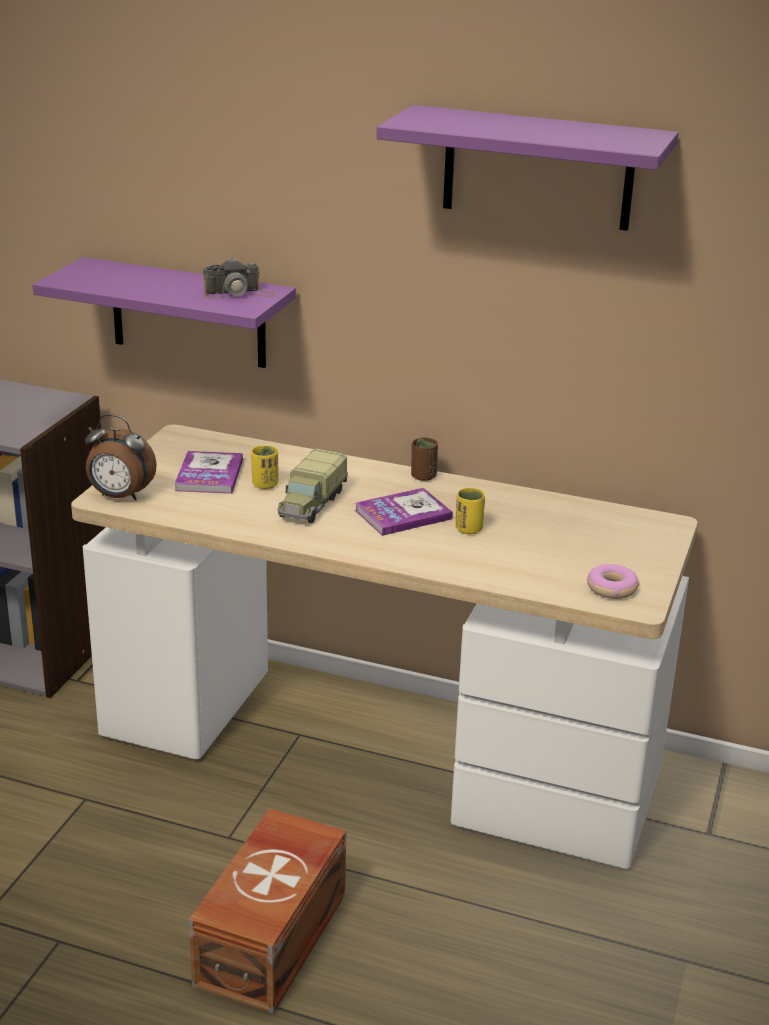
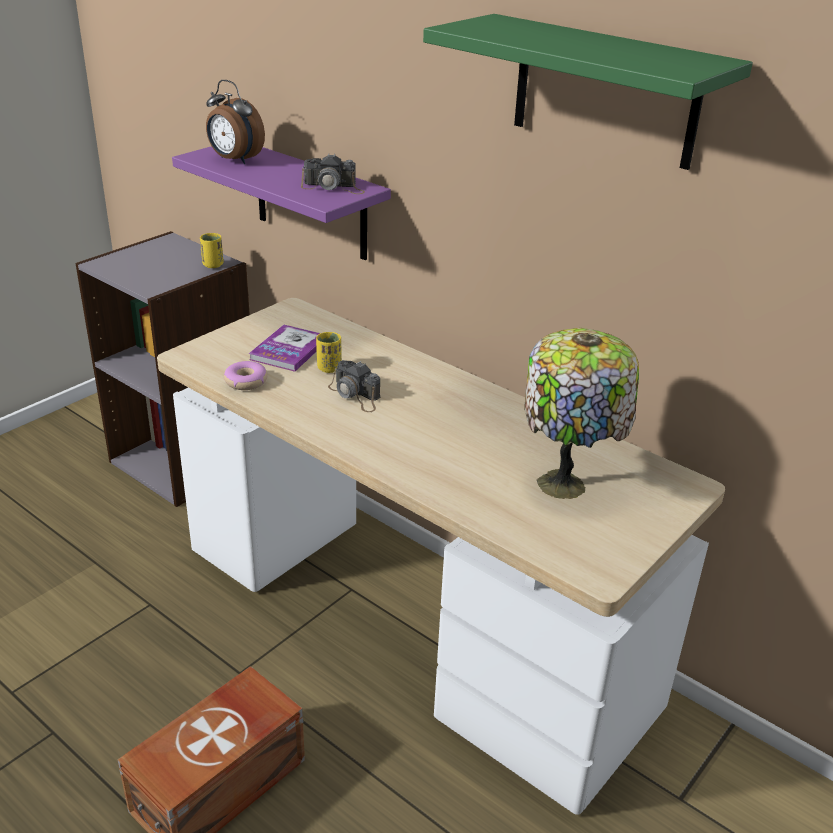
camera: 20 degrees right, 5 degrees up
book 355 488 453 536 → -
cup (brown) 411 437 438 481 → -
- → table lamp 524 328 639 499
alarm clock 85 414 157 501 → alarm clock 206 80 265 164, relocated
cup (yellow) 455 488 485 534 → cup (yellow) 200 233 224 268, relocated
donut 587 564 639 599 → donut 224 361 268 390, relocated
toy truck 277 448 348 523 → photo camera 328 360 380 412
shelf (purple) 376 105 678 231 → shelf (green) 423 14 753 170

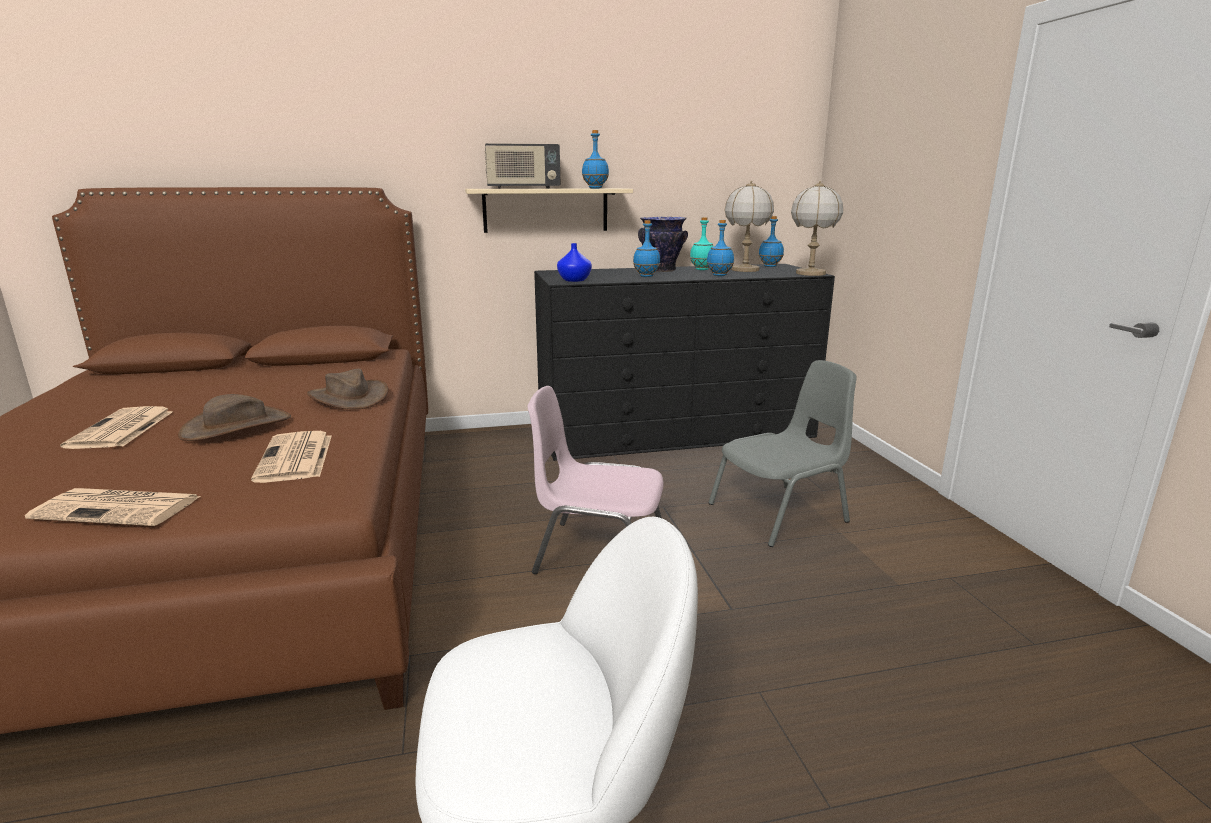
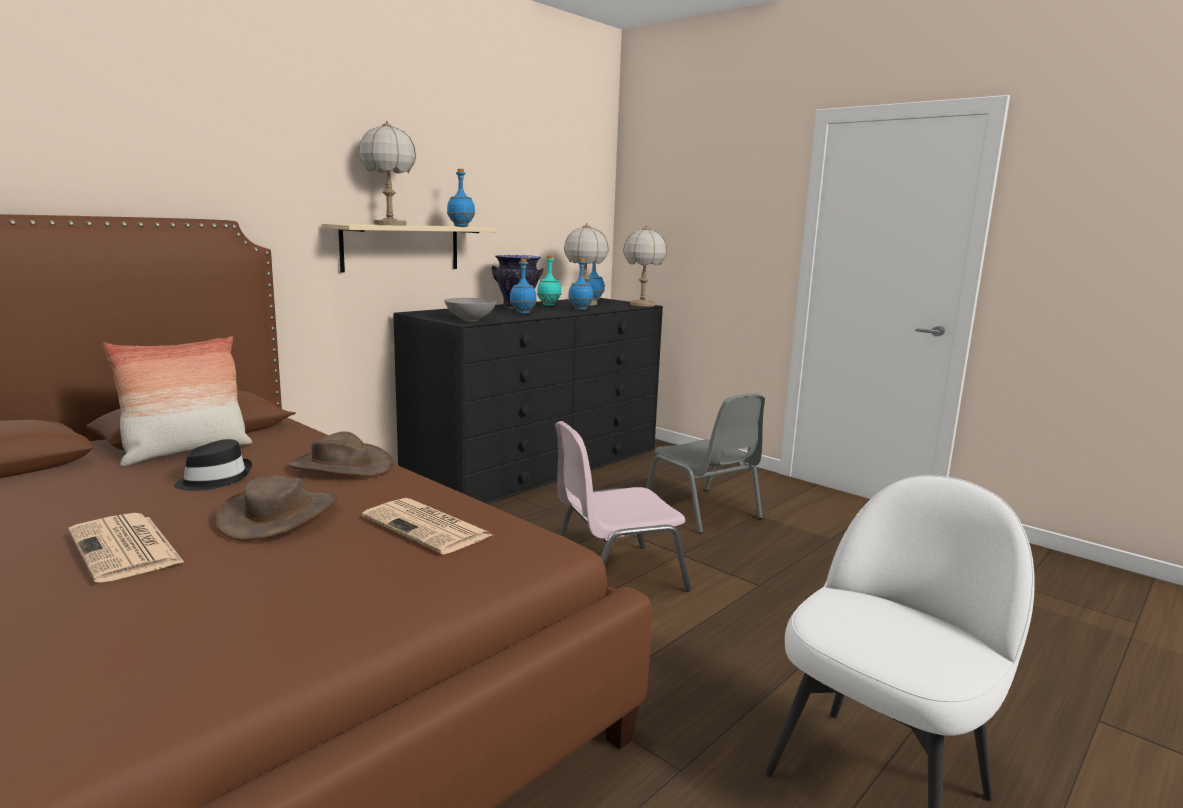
camera: 35 degrees left, 5 degrees down
newspaper 25 488 202 526 → -
- → pillow 103 336 252 466
- → hat (black) 174 439 252 491
radio 485 143 560 189 → table lamp 358 121 416 225
vase (blue) 557 243 592 282 → bowl (grey) 444 298 496 321
chair (grey) 709 360 857 547 → chair (grey) 646 393 765 533, 120 degrees clockwise

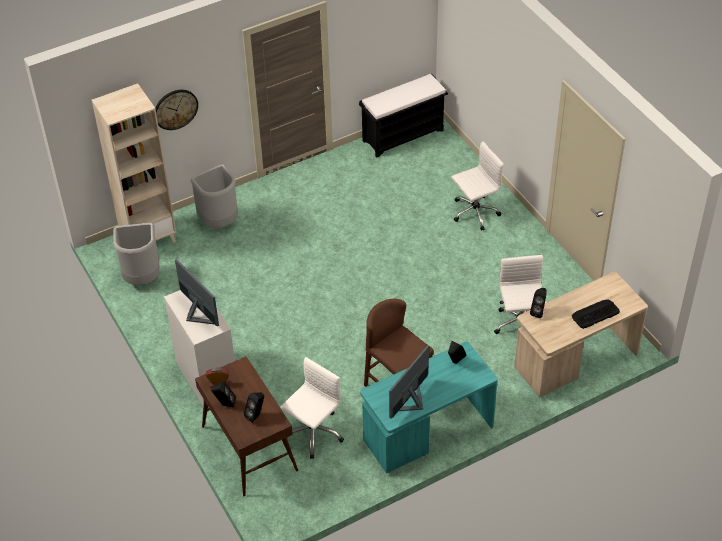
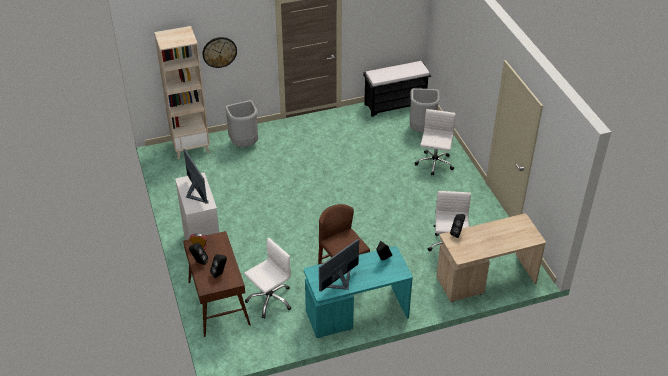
camera: 10 degrees right, 5 degrees down
keyboard 572 299 620 329 → -
trash can (grey) 113 223 160 285 → trash can (grey) 410 88 440 133, relocated
office chair (white) 451 141 504 231 → office chair (white) 415 109 456 176, 60 degrees counterclockwise

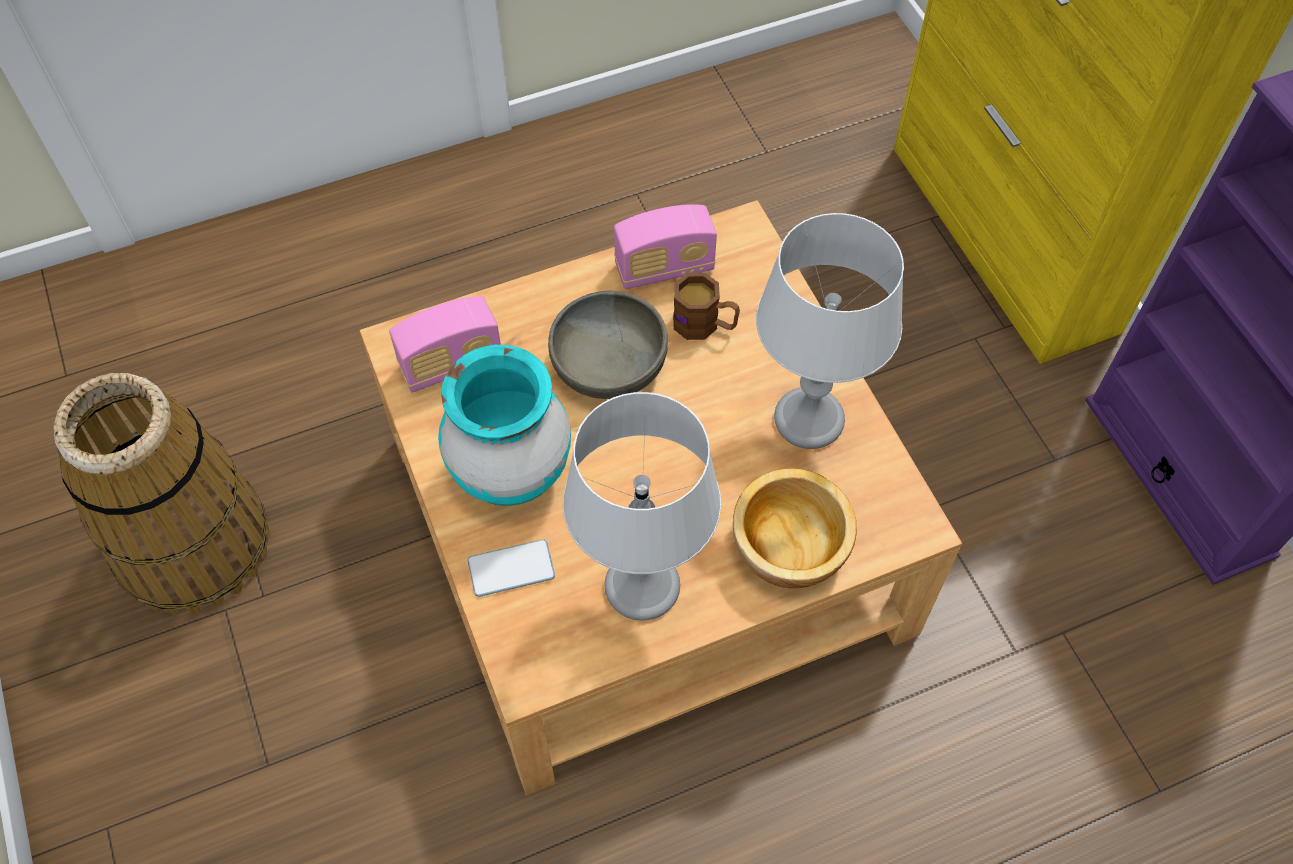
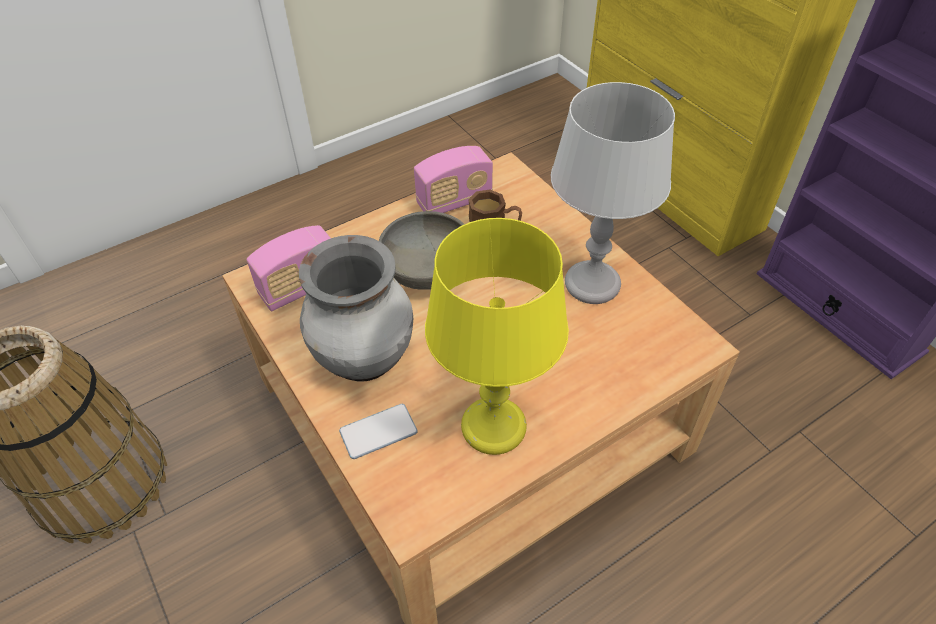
camera: 10 degrees left, 10 degrees down
bowl 733 468 857 588 → -
vase (turquoise) 438 345 571 506 → vase (grey) 299 235 413 381
table lamp (grey) 563 392 721 621 → table lamp (yellow) 425 218 569 455

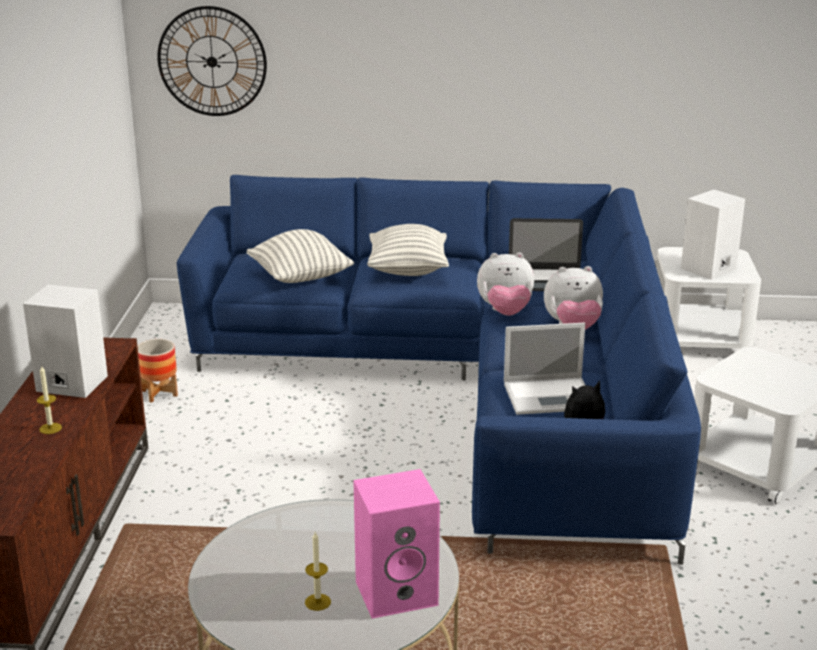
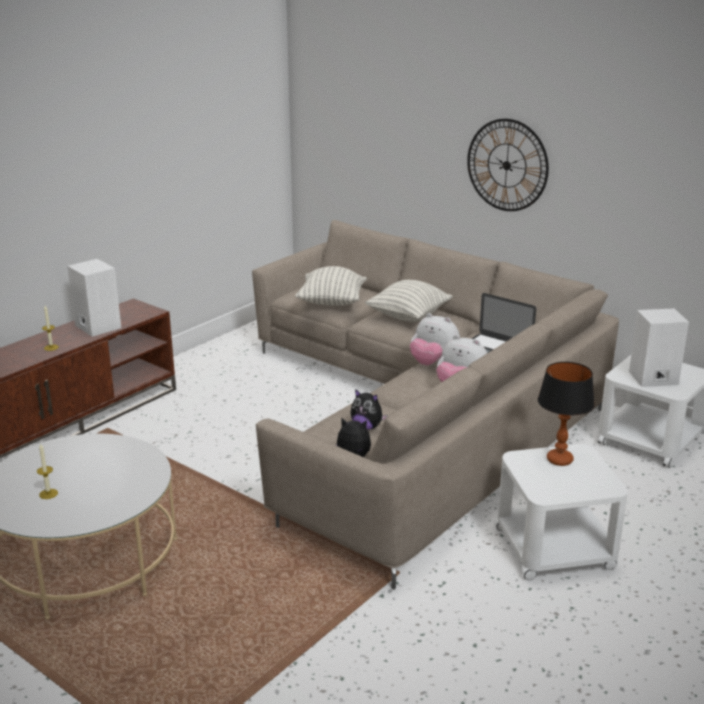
camera: 35 degrees right, 0 degrees up
planter 137 339 178 403 → -
speaker (pink) 353 469 440 619 → -
- → table lamp 538 362 595 466
wall clock 157 6 267 116 → wall clock 467 119 549 211, relocated
laptop 504 323 586 415 → plush toy 350 389 388 430
sofa (blue) 177 175 701 565 → sofa (beige) 252 220 619 590

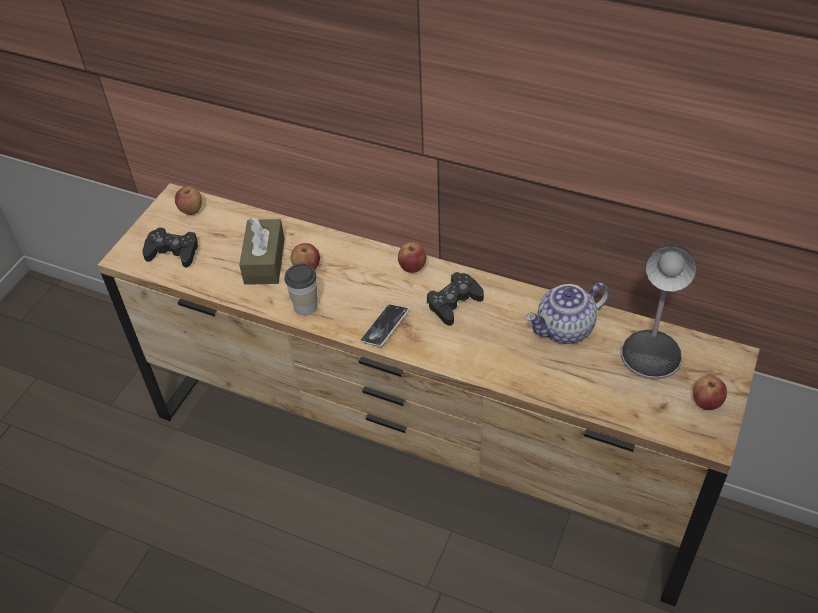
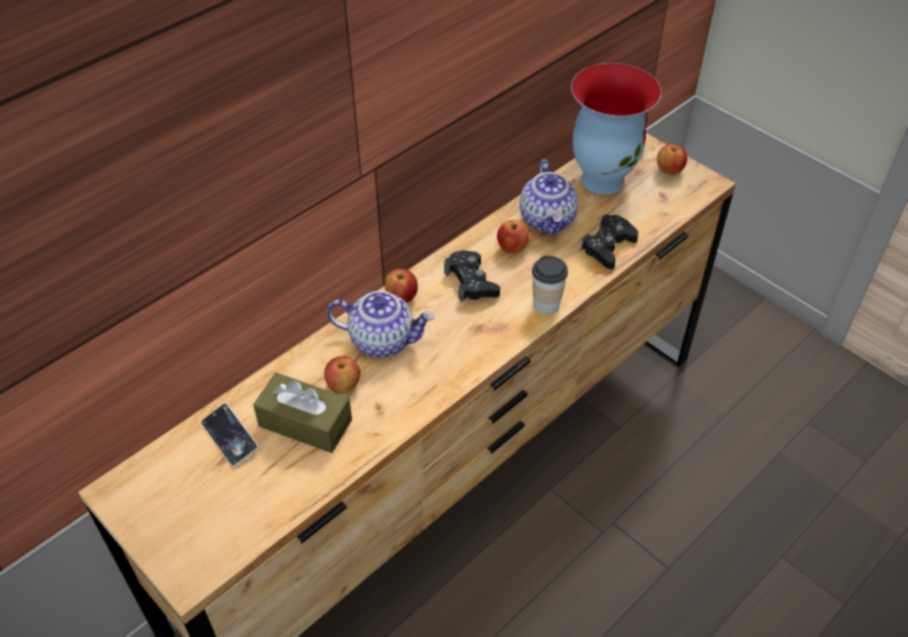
camera: 70 degrees left, 0 degrees up
- → teapot 327 291 435 357
game controller (black) 142 227 198 268 → game controller (black) 581 214 638 269, relocated
apple 175 186 202 215 → apple 497 220 529 253, relocated
cup 285 263 317 315 → cup 532 256 568 314, relocated
phone 360 304 409 347 → phone 201 403 259 467, relocated
table lamp 621 243 696 380 → vase 571 63 661 194

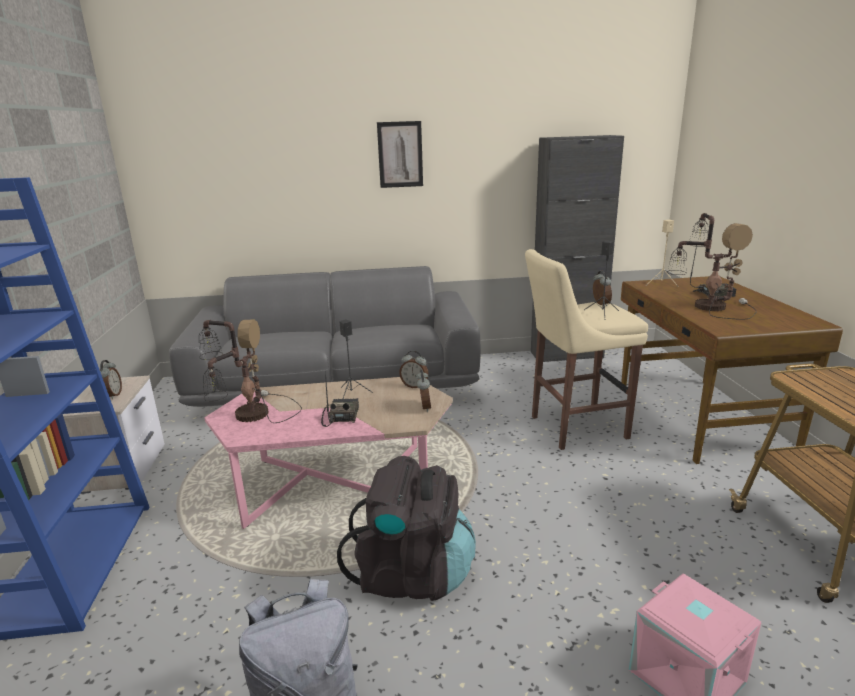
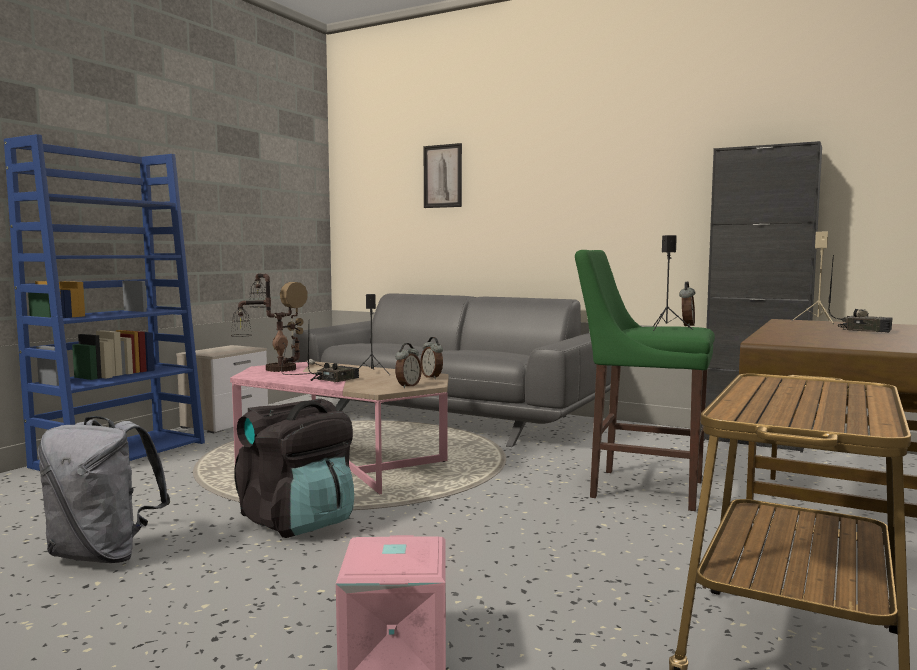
camera: 35 degrees right, 15 degrees down
alarm clock 99 360 122 399 → -
table lamp 667 213 756 319 → -
picture 377 121 423 188 → picture 424 143 462 208, relocated
stool (beige) 525 249 648 450 → stool (green) 575 250 715 511

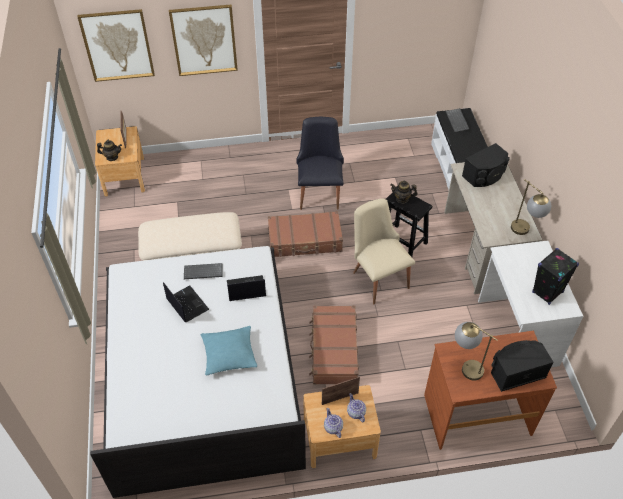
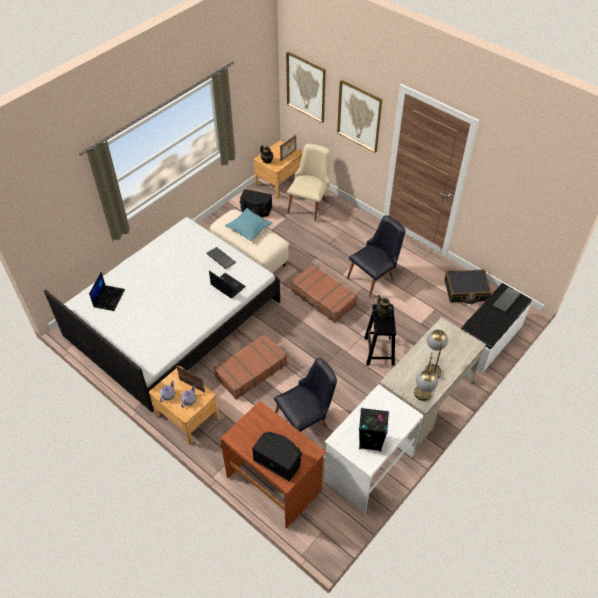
camera: 50 degrees right, 0 degrees up
- → chair (black) 274 358 337 432
- → suitcase (black) 445 270 492 304
laptop 163 282 209 322 → laptop 89 272 125 311, relocated
pillow (turquoise) 201 326 257 376 → pillow (turquoise) 225 208 273 241, relocated
chair (beige) 353 198 415 304 → chair (beige) 287 144 330 221, relocated
table lamp 455 322 498 380 → table lamp 425 329 448 378, relocated
speaker (black) 462 143 510 187 → speaker (black) 240 189 272 217, relocated

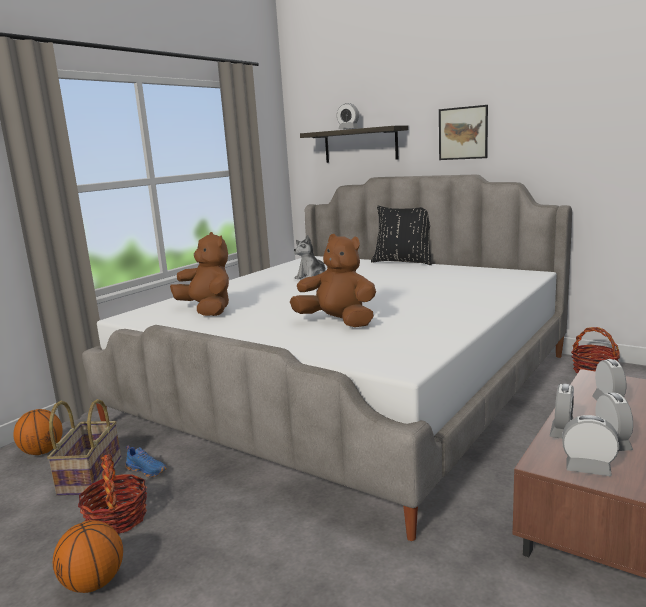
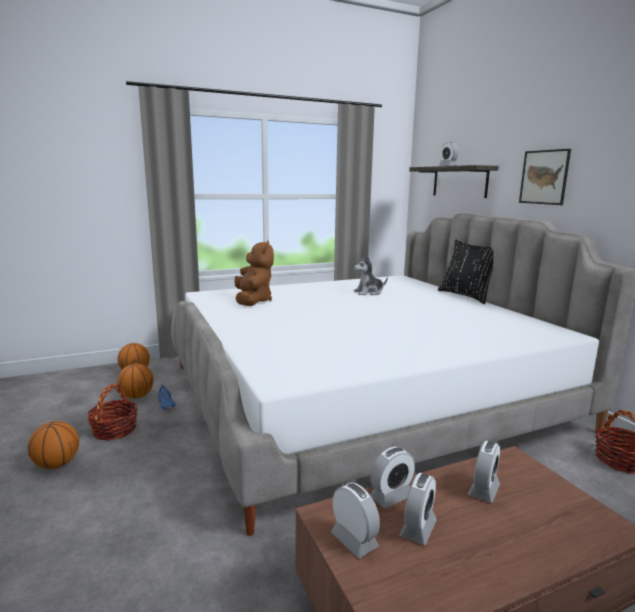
camera: 30 degrees right, 0 degrees up
plush toy (brown) 290 234 376 327 → -
basket 47 399 121 496 → basketball 117 363 154 399

